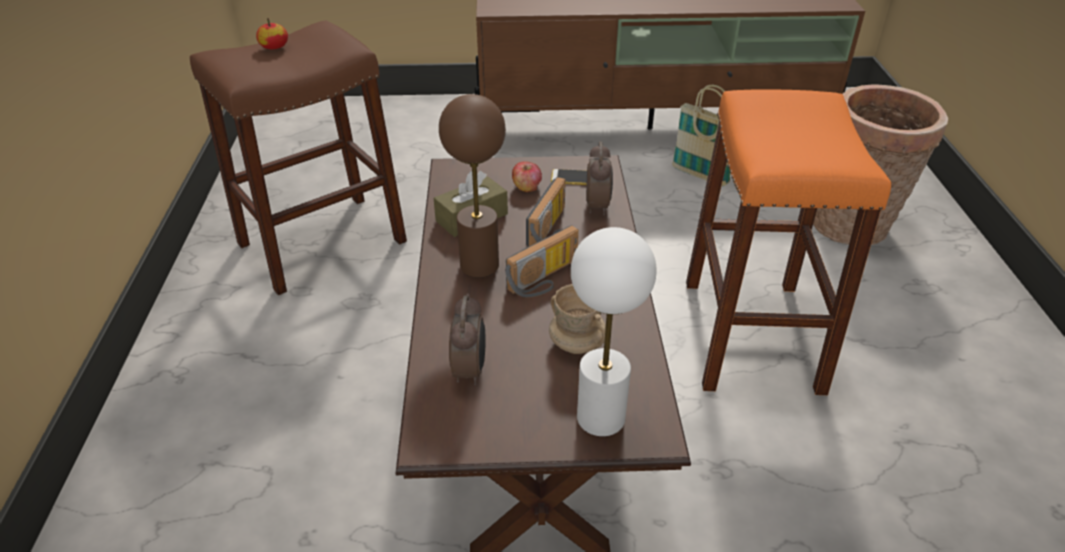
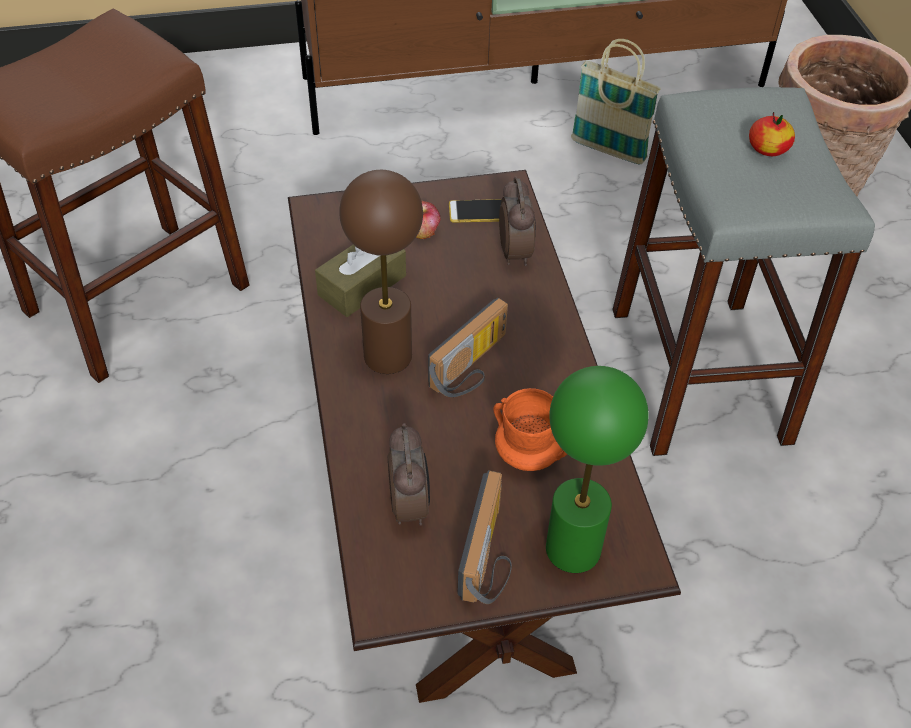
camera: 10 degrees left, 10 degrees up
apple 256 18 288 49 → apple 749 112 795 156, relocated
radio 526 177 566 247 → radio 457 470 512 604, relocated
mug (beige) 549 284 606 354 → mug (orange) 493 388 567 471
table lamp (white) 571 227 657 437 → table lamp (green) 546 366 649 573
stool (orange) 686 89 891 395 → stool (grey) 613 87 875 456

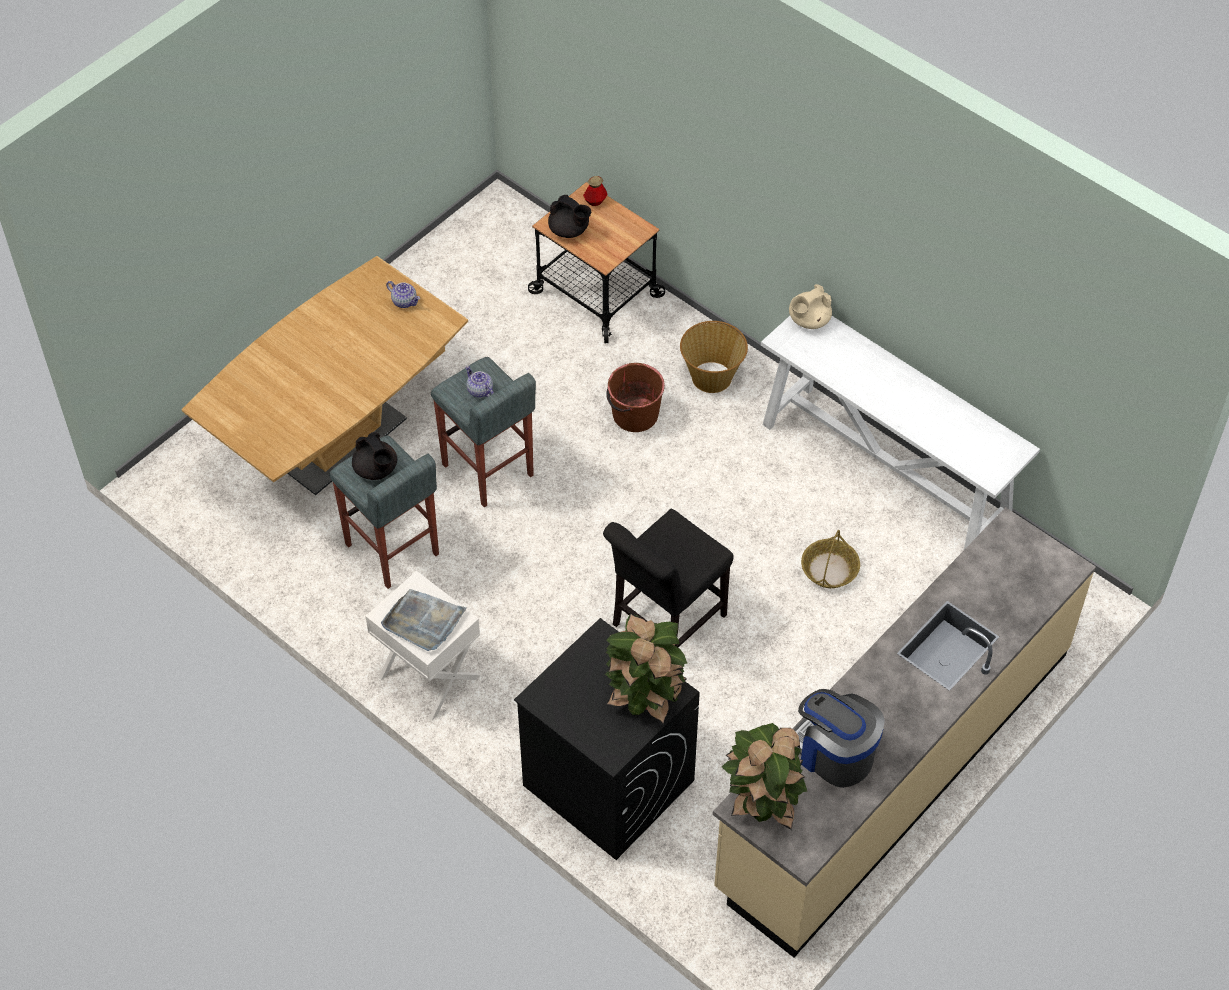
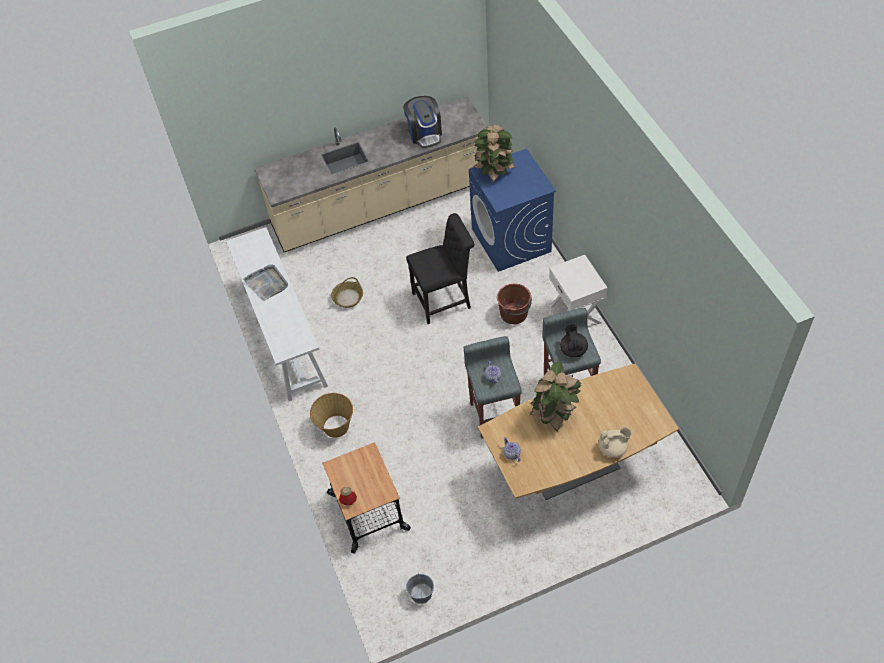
camera: 150 degrees left, 0 degrees up
teapot (black) 548 195 591 238 → -
- → bucket (grey) 406 573 434 604
tray (grey) 381 589 467 651 → tray (grey) 243 264 288 301, relocated
bucket (brown) 606 363 665 432 → bucket (brown) 497 283 532 324, relocated
potted plant 722 723 808 830 → potted plant 530 361 581 431, relocated
teapot (beige) 789 284 832 329 → teapot (beige) 598 427 632 458, relocated
washing machine (black) 514 618 700 860 → washing machine (blue) 469 149 556 272

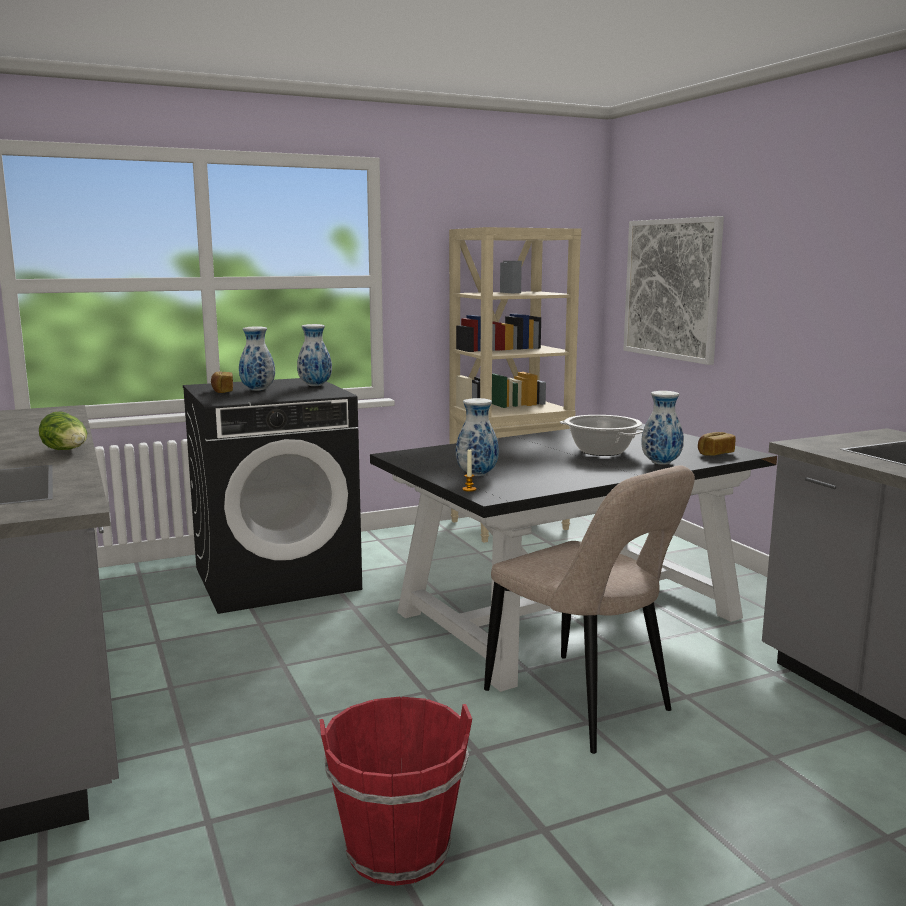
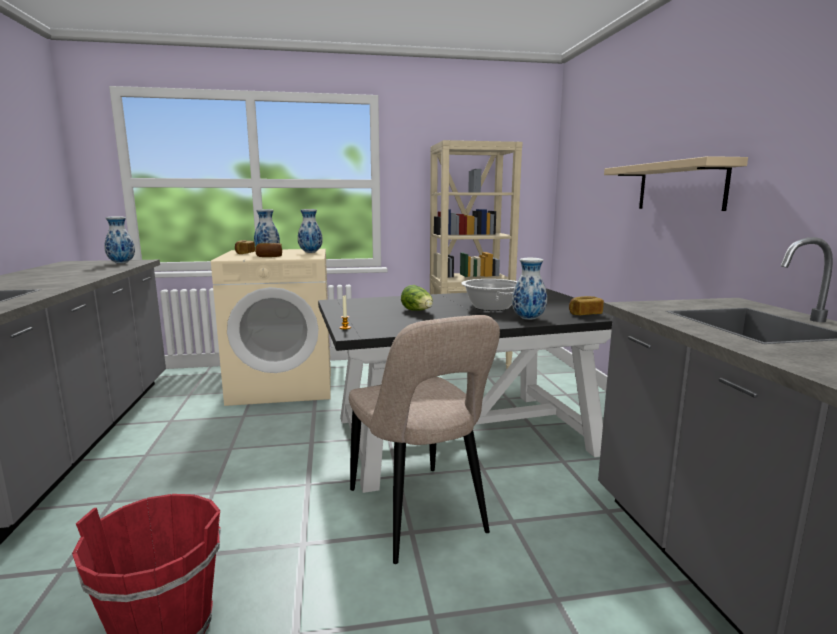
camera: 15 degrees right, 0 degrees up
picture 623 216 724 365 → -
- → bread 255 243 282 257
- → shelf (beige) 604 156 748 211
lettuce 39 411 87 450 → lettuce 401 285 433 311, relocated
vase 456 398 499 476 → vase 104 216 135 264, relocated
washing machine (black) 183 378 362 614 → washing machine (beige) 211 249 331 406

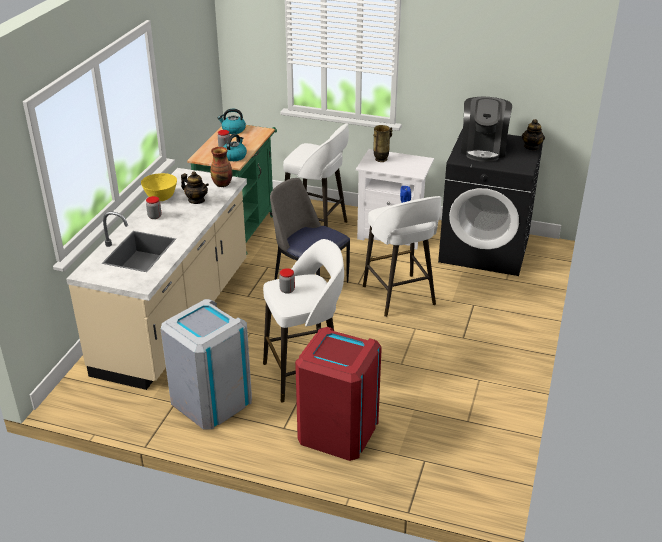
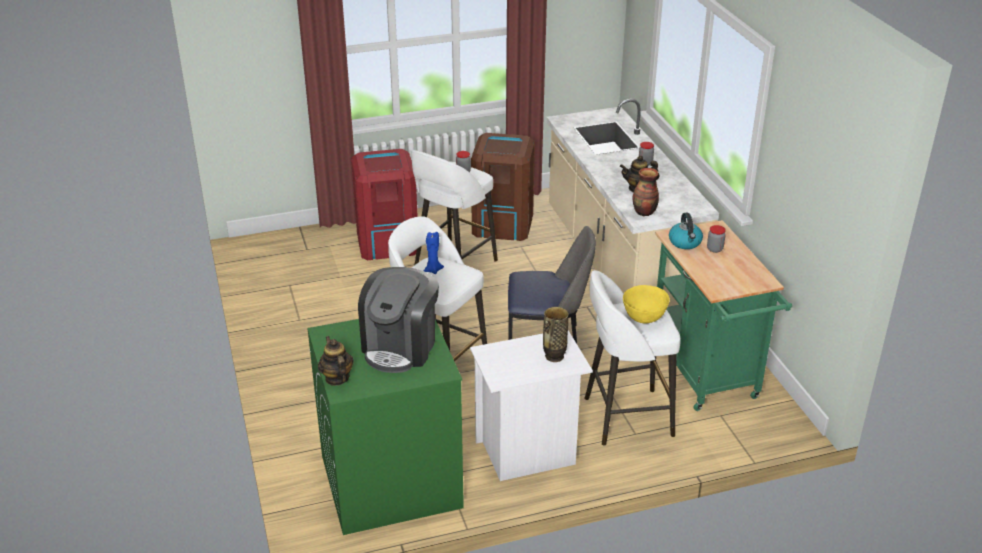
camera: 145 degrees right, 0 degrees up
kettle 218 109 246 134 → -
bowl (yellow) 141 173 177 201 → bowl (yellow) 623 285 670 324, relocated
trash can (grey) 161 299 252 430 → trash can (brown) 471 133 535 241
washing machine (black) 438 128 543 276 → washing machine (green) 307 319 464 535
coffee machine 461 97 512 162 → coffee machine 358 267 439 373, 135 degrees counterclockwise

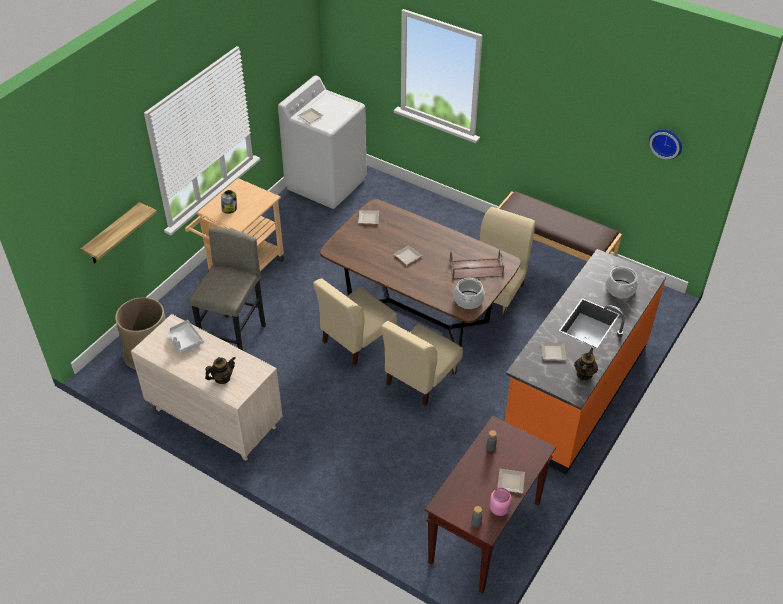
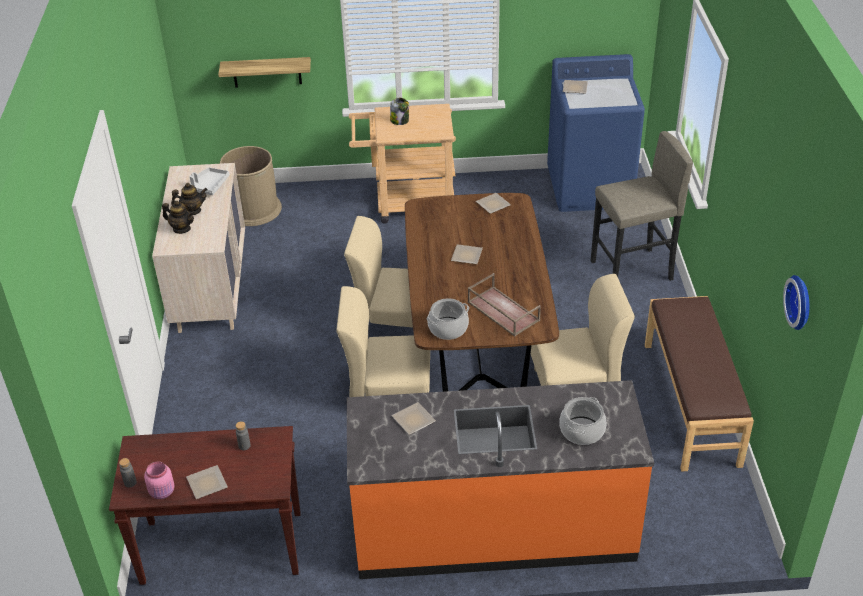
camera: 55 degrees right, 5 degrees down
stool (grey) 189 227 266 350 → stool (grey) 591 131 693 281, relocated
teapot 574 348 598 380 → teapot 171 183 208 215, relocated
washing machine (white) 278 76 367 209 → washing machine (blue) 547 54 645 212

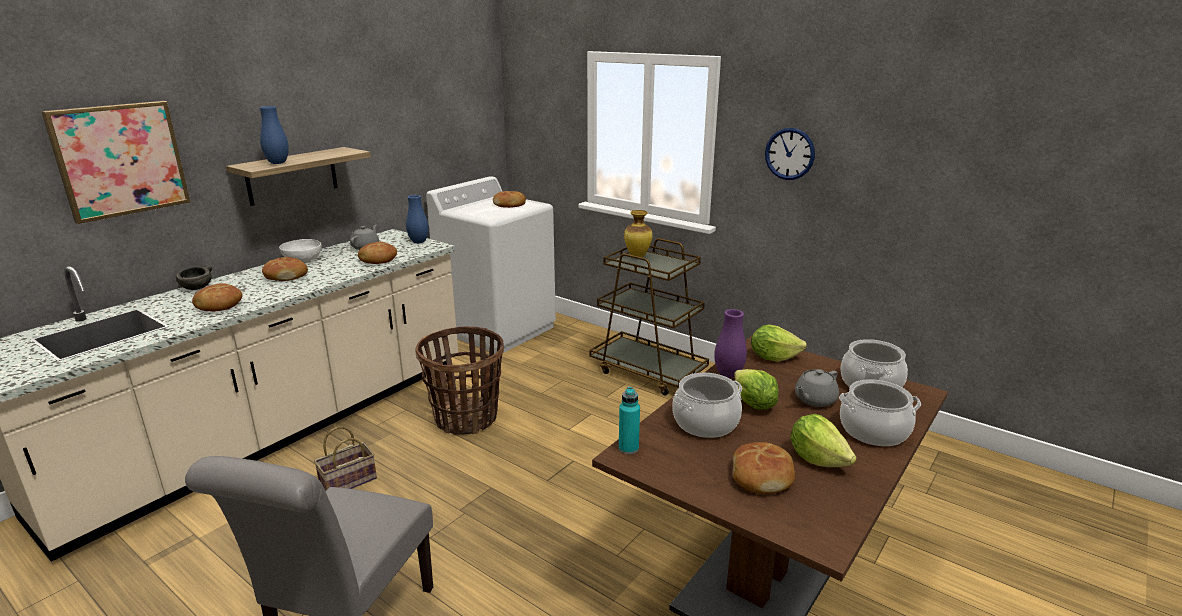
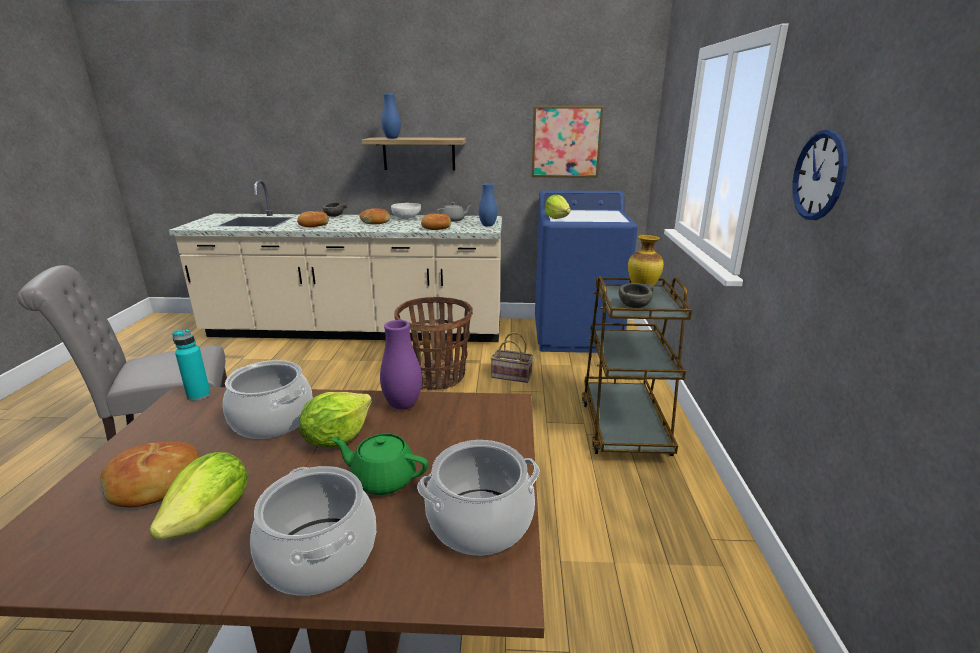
camera: 55 degrees right, 0 degrees up
bread 493 191 526 208 → -
- → bowl (grey) 618 283 654 308
picture 41 101 190 224 → picture 531 106 604 178, relocated
basket 314 426 377 491 → basket 491 333 533 383, relocated
lettuce 751 325 807 361 → lettuce 545 195 571 219, relocated
washing machine (white) 426 176 556 353 → washing machine (blue) 535 190 638 353
teapot (grey) 795 369 839 407 → teapot (green) 331 434 429 495

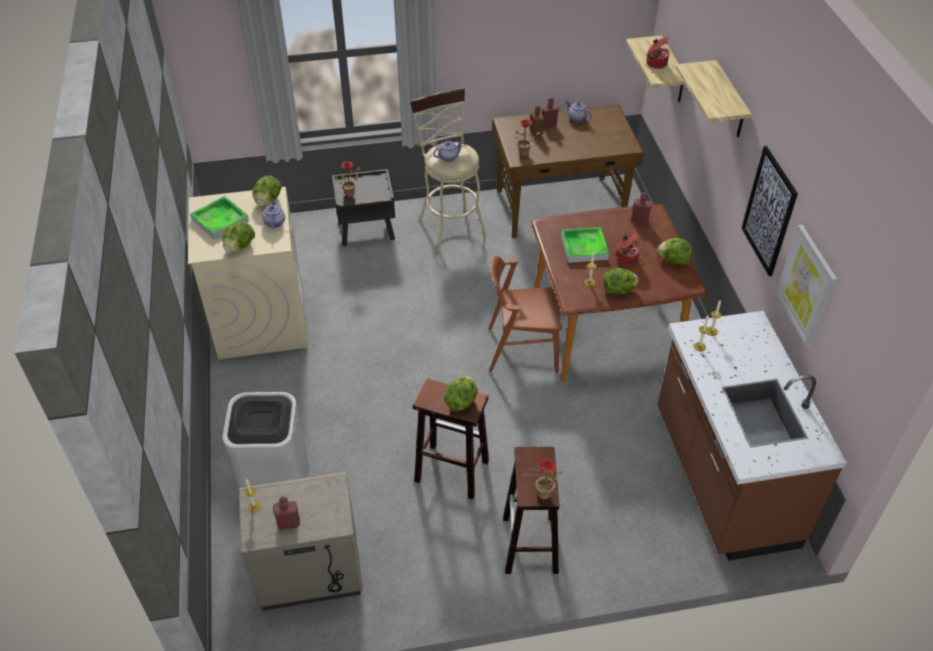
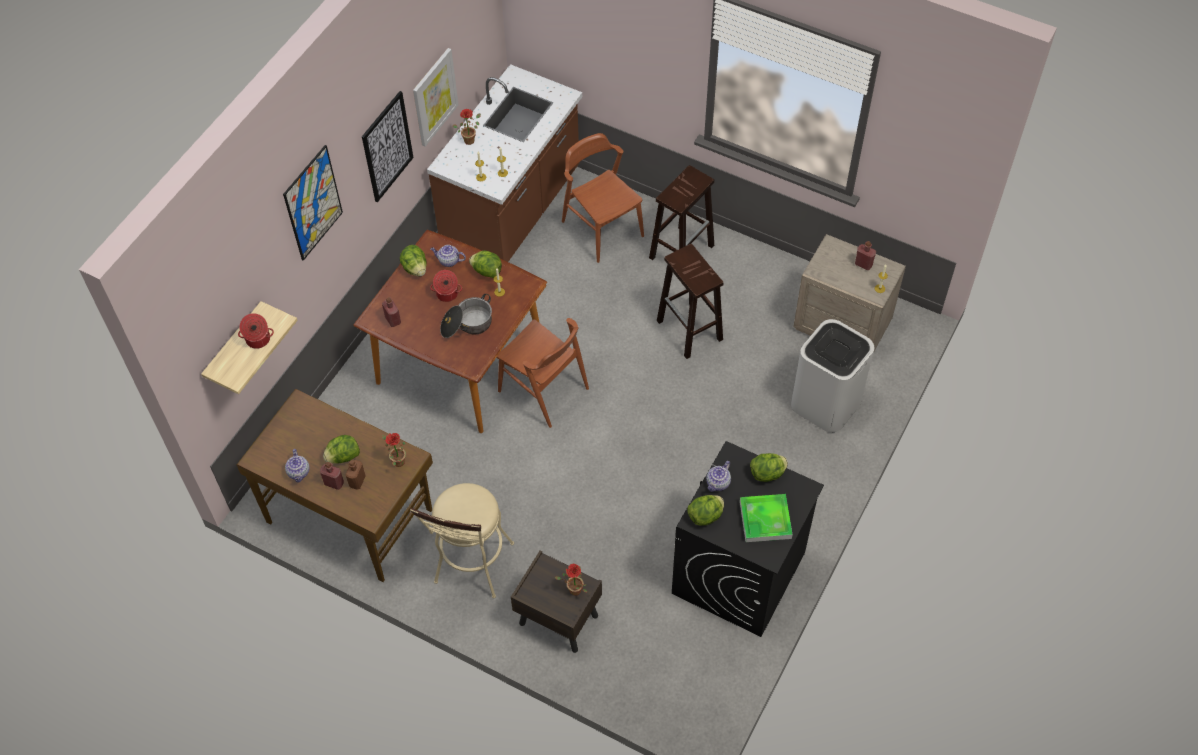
camera: 140 degrees left, 10 degrees up
- → chair (brown) 562 133 644 263
teapot 433 141 463 162 → teapot 430 245 466 267, relocated
lettuce 444 376 478 411 → lettuce 323 435 360 464, relocated
potted plant 535 458 563 500 → potted plant 452 109 481 145, relocated
tray 561 227 609 263 → cooking pot 440 294 492 338
shelf 676 60 752 137 → picture 283 145 343 261
washing machine (beige) 188 187 308 360 → washing machine (black) 672 441 824 637

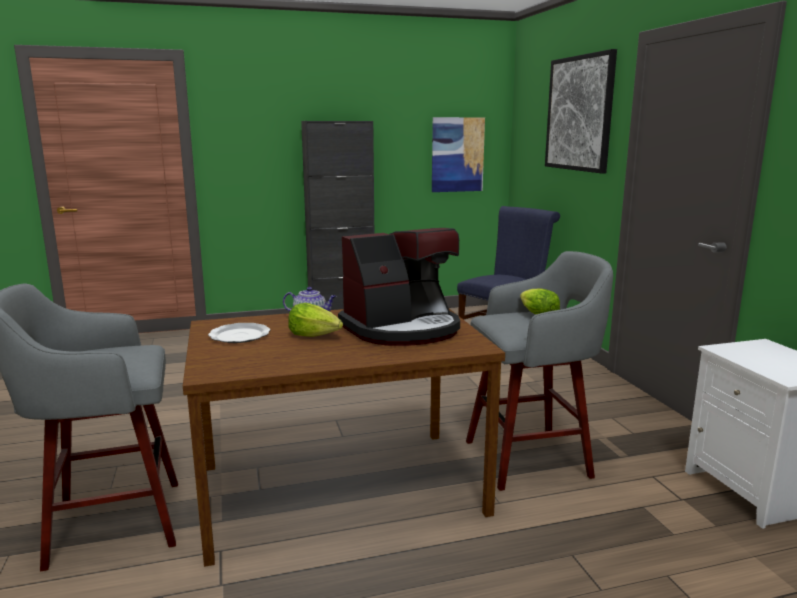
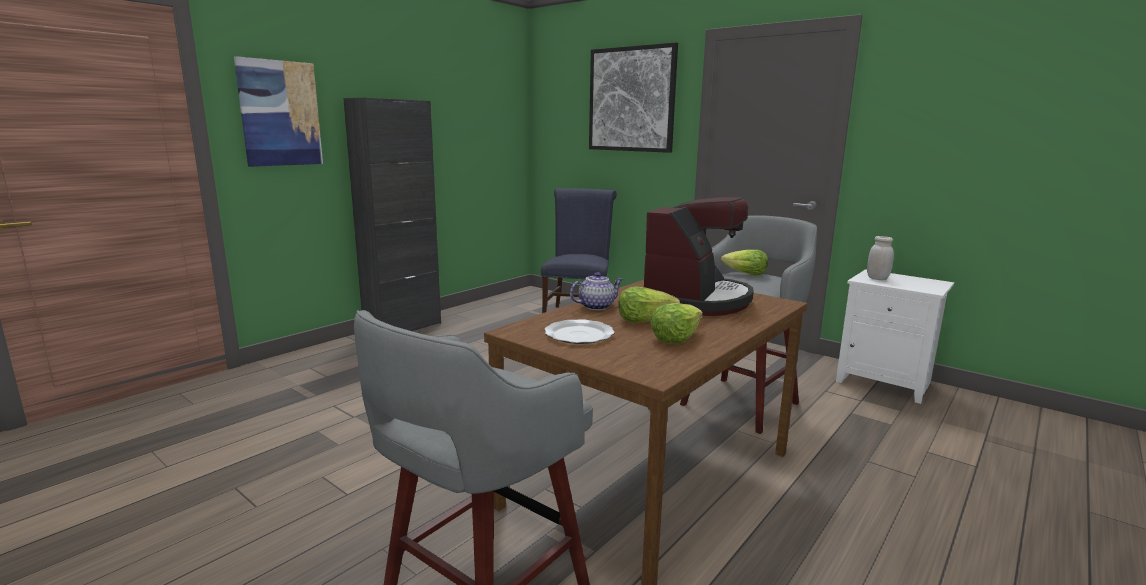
camera: 35 degrees left, 0 degrees up
- → lettuce 650 303 703 344
- → jar (white) 867 236 894 280
picture 432 117 485 192 → picture 234 56 323 167, relocated

